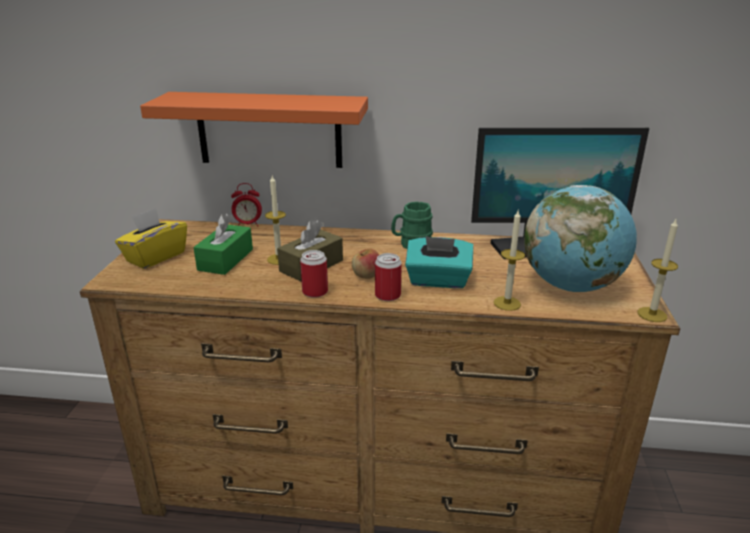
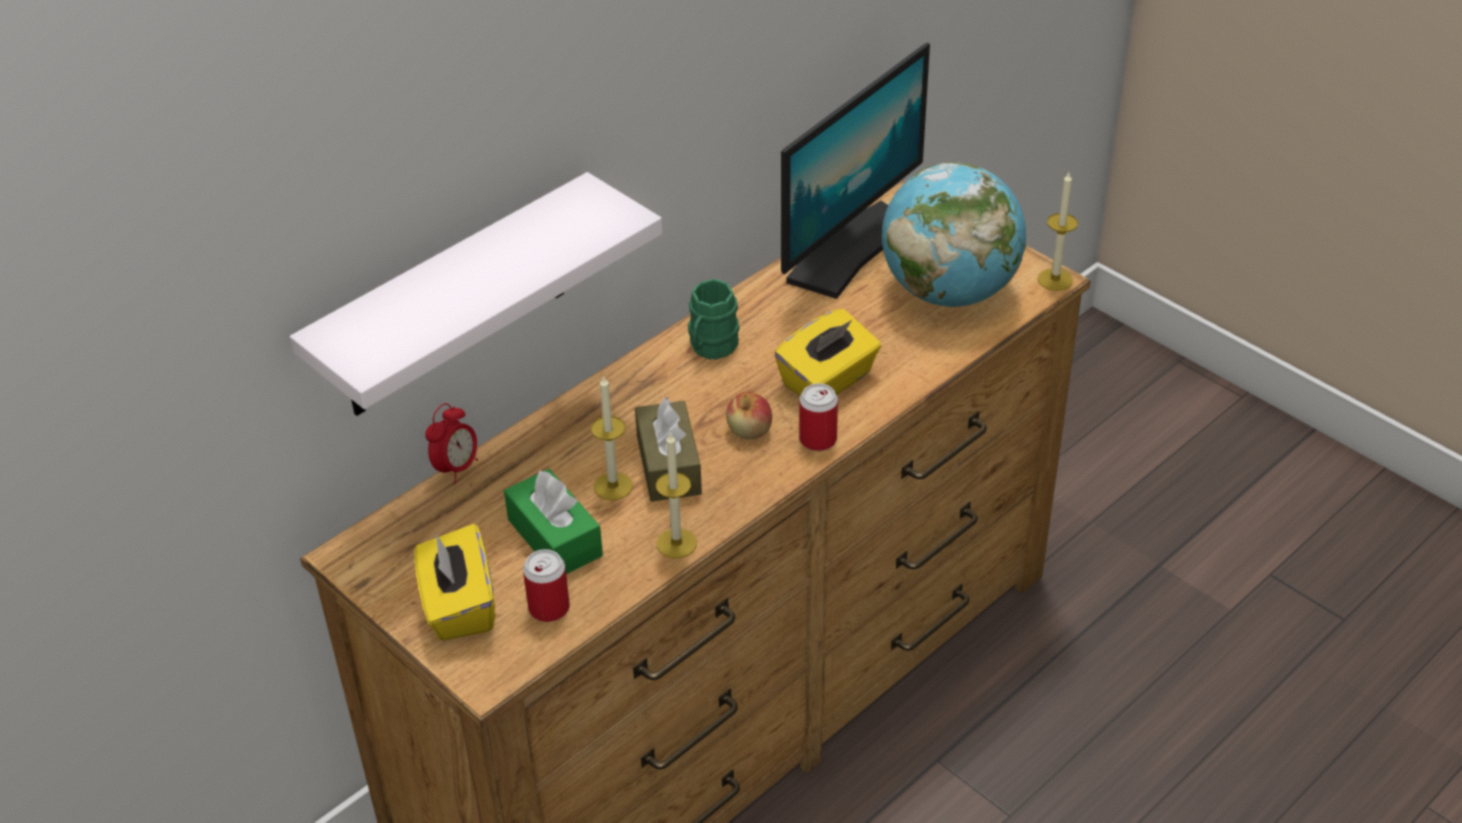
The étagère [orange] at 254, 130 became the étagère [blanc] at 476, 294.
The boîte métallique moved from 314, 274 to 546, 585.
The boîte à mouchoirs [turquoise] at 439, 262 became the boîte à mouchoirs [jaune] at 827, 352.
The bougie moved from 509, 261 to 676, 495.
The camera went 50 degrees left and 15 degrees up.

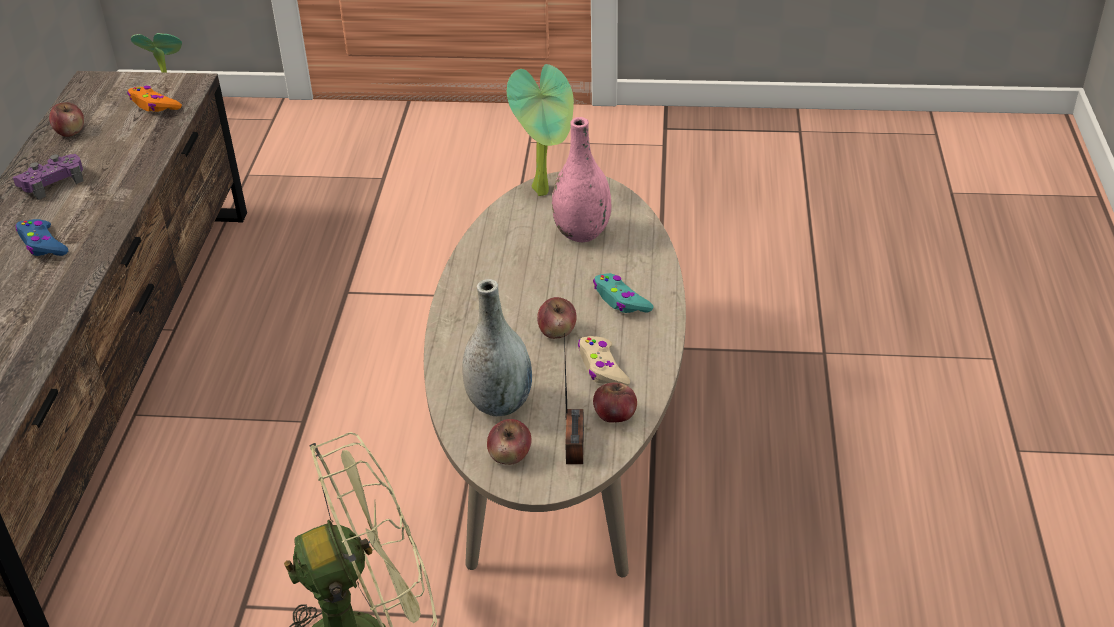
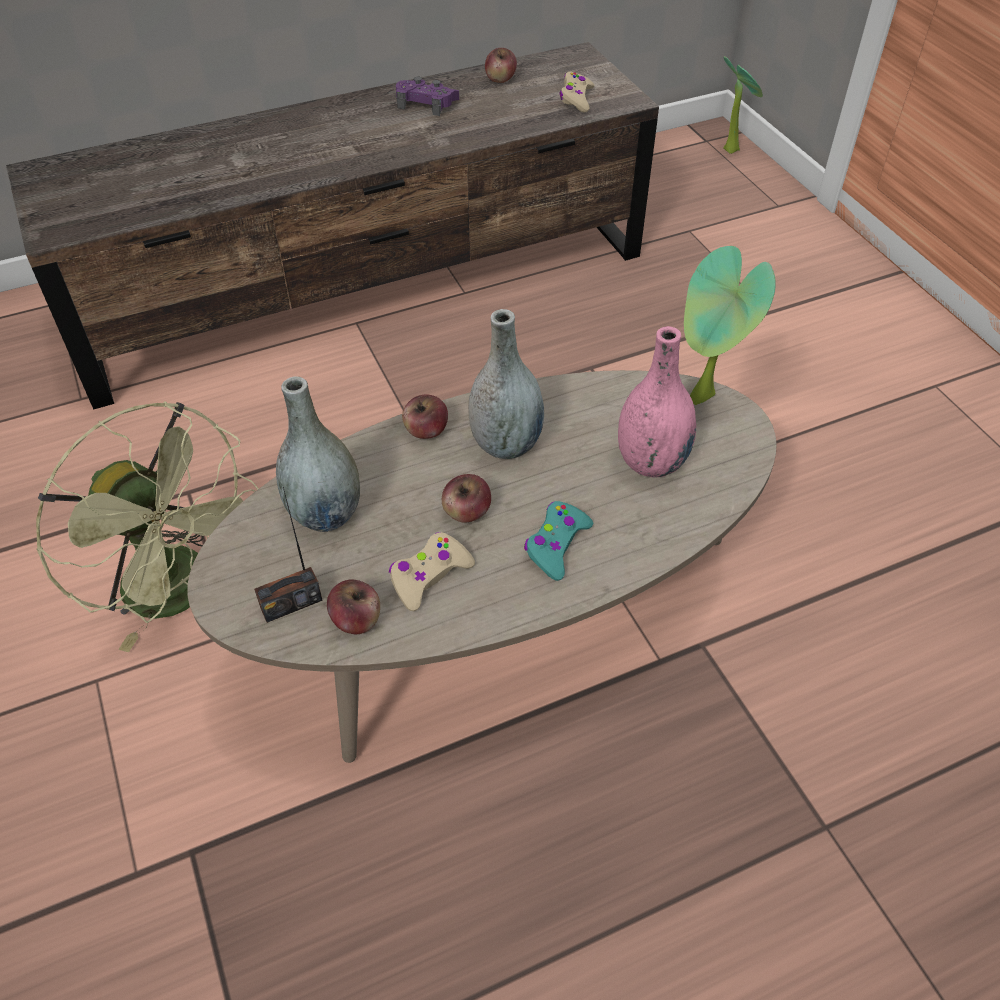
The manette [bleu] at 41, 237 disappeared.
The manette [orange] at 154, 99 became the manette [beige] at 577, 92.
The pomme moved from 509, 442 to 425, 416.
The vase [gris] at 506, 384 appeared.
The camera went 60 degrees right and 10 degrees up.

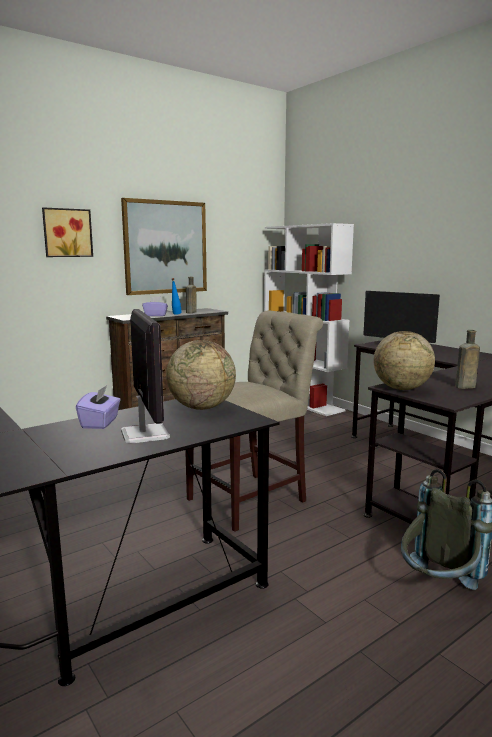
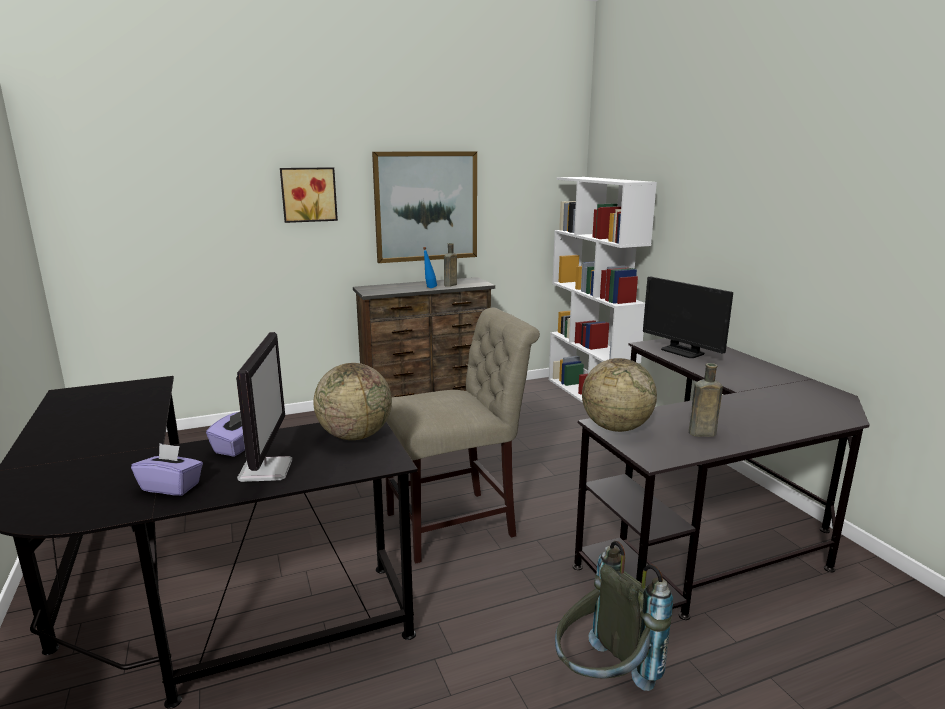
The boîte à mouchoirs [violet] moved from 155, 306 to 167, 469.
The camera went 15 degrees right and 5 degrees up.

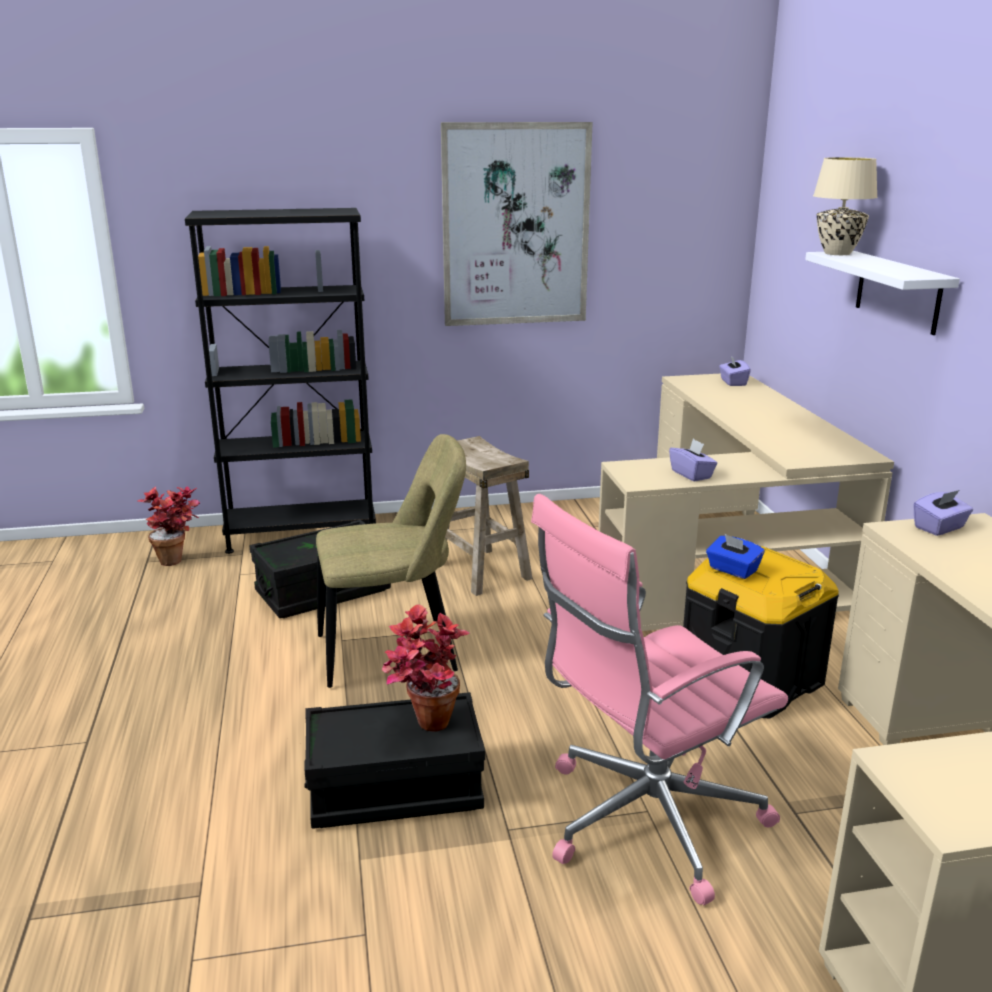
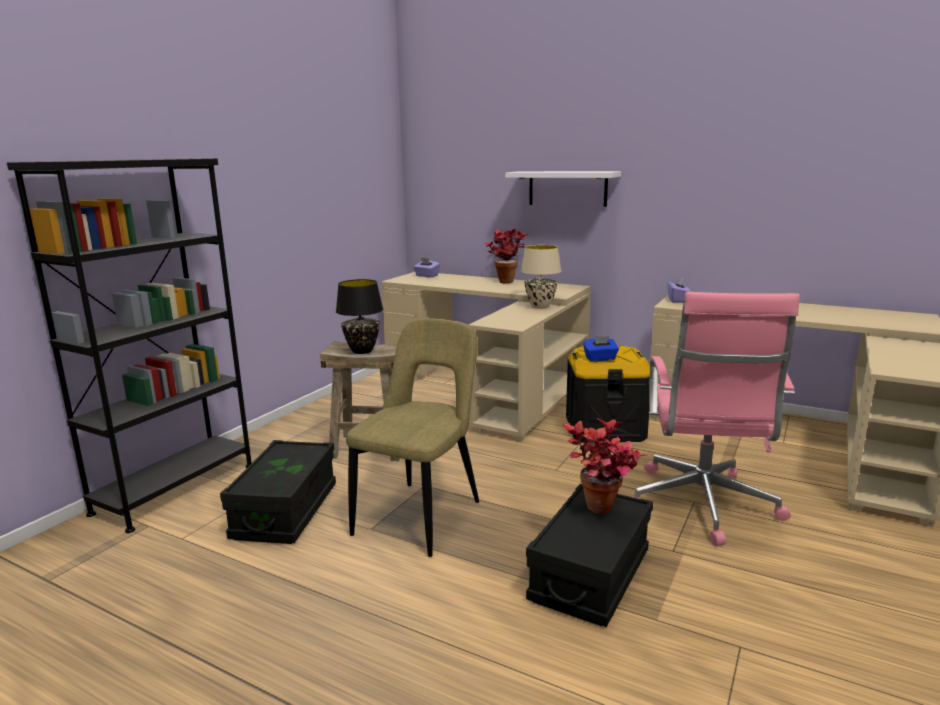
The plante en pot moved from 169, 526 to 506, 256.
The tableau at 517, 224 disappeared.
The boîte à mouchoirs [violet] at 693, 460 disappeared.
The lampe de table [beige] moved from 845, 206 to 541, 277.
The lampe de table [noir] at 359, 316 appeared.
The camera went 50 degrees left and 5 degrees down.

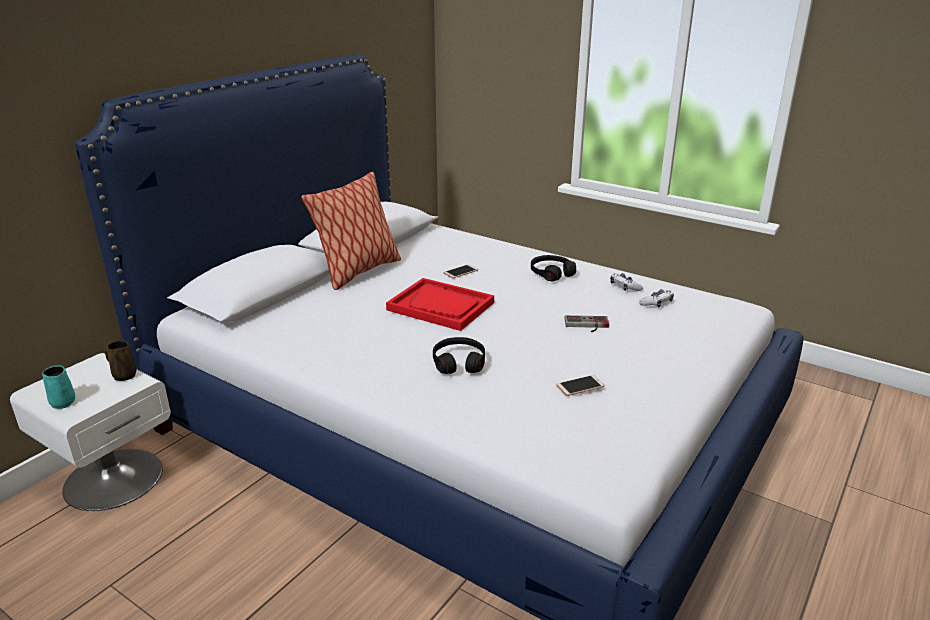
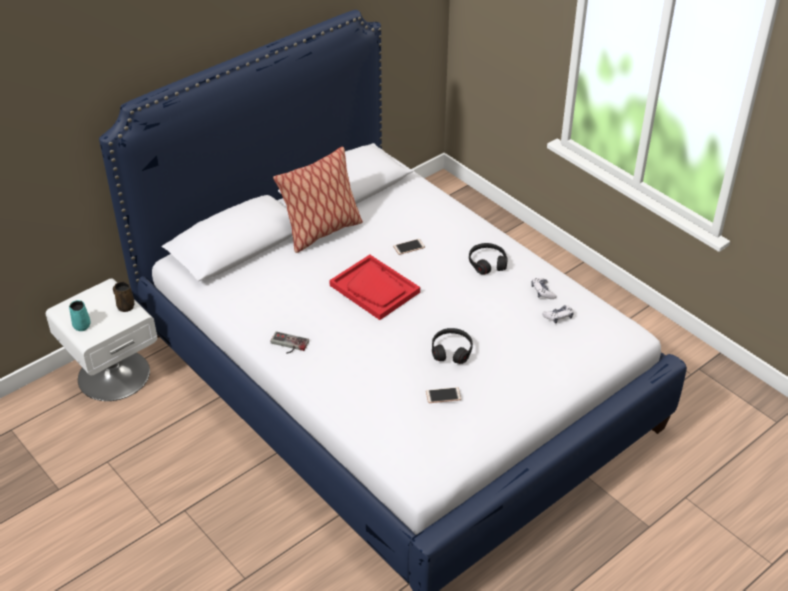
The casque audio [noir] moved from 459, 355 to 452, 346.
The manette moved from 587, 323 to 289, 342.
The camera went 15 degrees right and 15 degrees up.

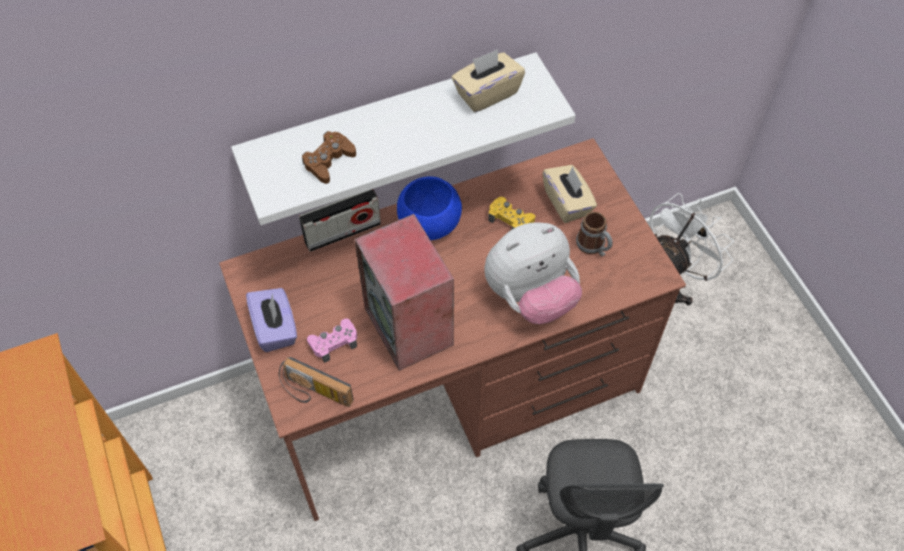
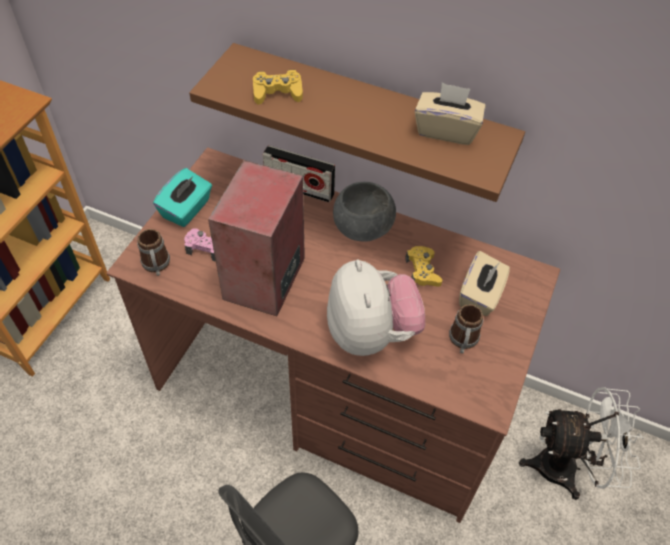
The étagère [blanc] at 403, 138 became the étagère [marron] at 357, 122.
The boîte à mouchoirs [violet] at 271, 320 became the boîte à mouchoirs [turquoise] at 182, 197.
The radio at 316, 382 was replaced by the mug at 153, 252.
The manette [marron] at 329, 157 became the manette [jaune] at 278, 87.
The bol [bleu] at 429, 208 became the bol [gris] at 364, 212.
The peluche at 533, 273 turned 120 degrees counterclockwise.
The camera went 45 degrees right and 5 degrees down.

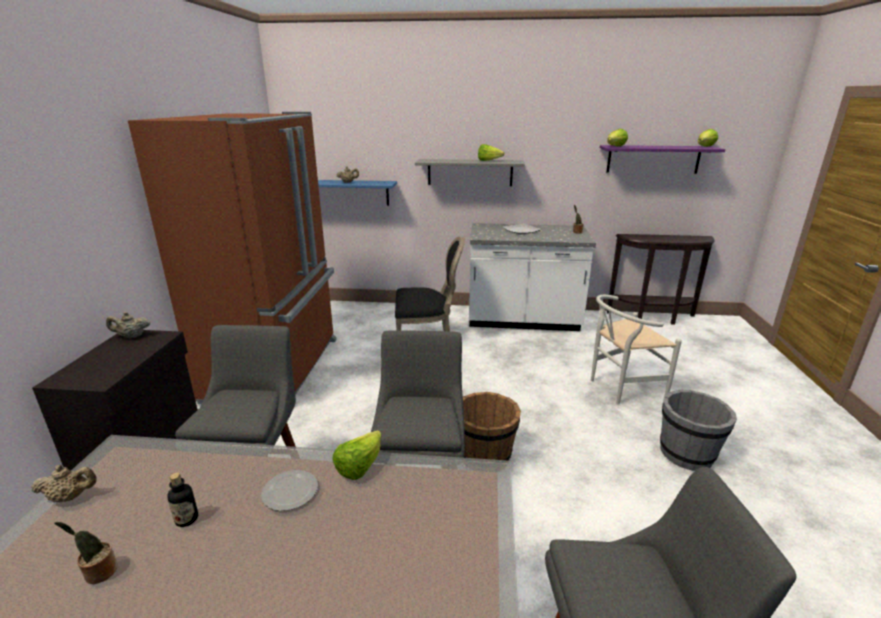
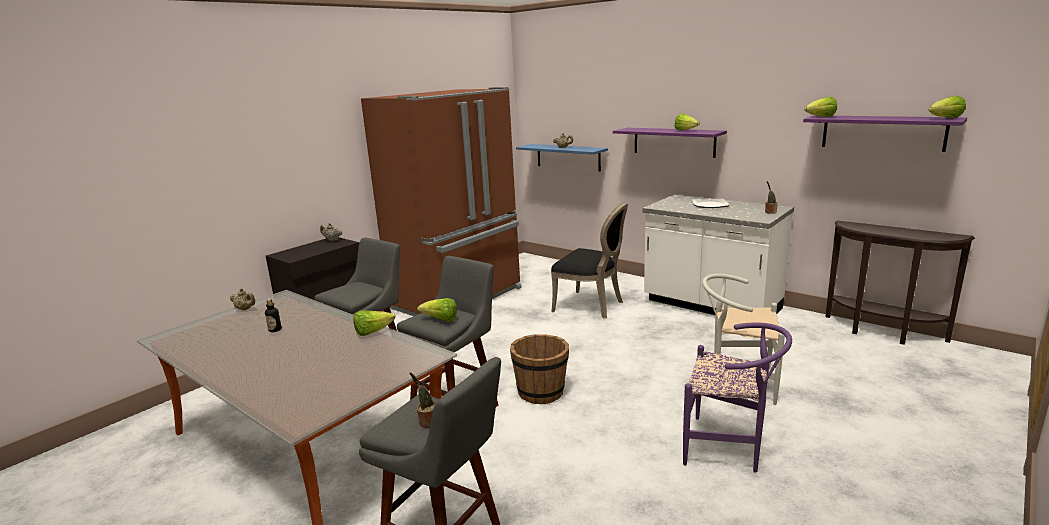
The plante en pot moved from 86, 553 to 422, 400.
The assiette at 289, 490 disappeared.
The étagère [gris] at 470, 172 became the étagère [violet] at 670, 143.
The seau [gris] at 698, 430 was replaced by the chaise [violet] at 737, 397.
The laitue at 437, 310 appeared.
The camera went 35 degrees right and 5 degrees down.

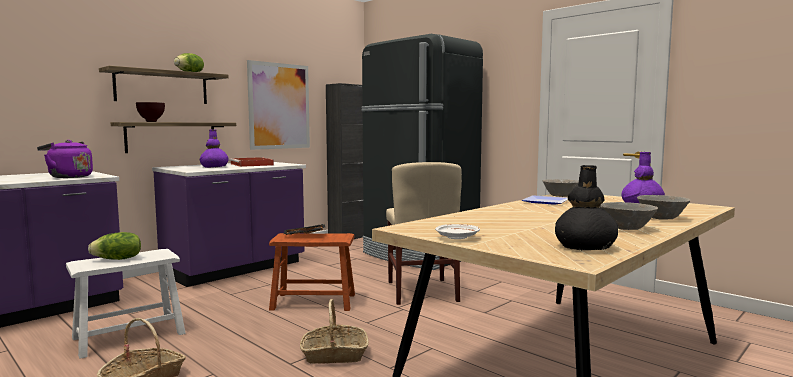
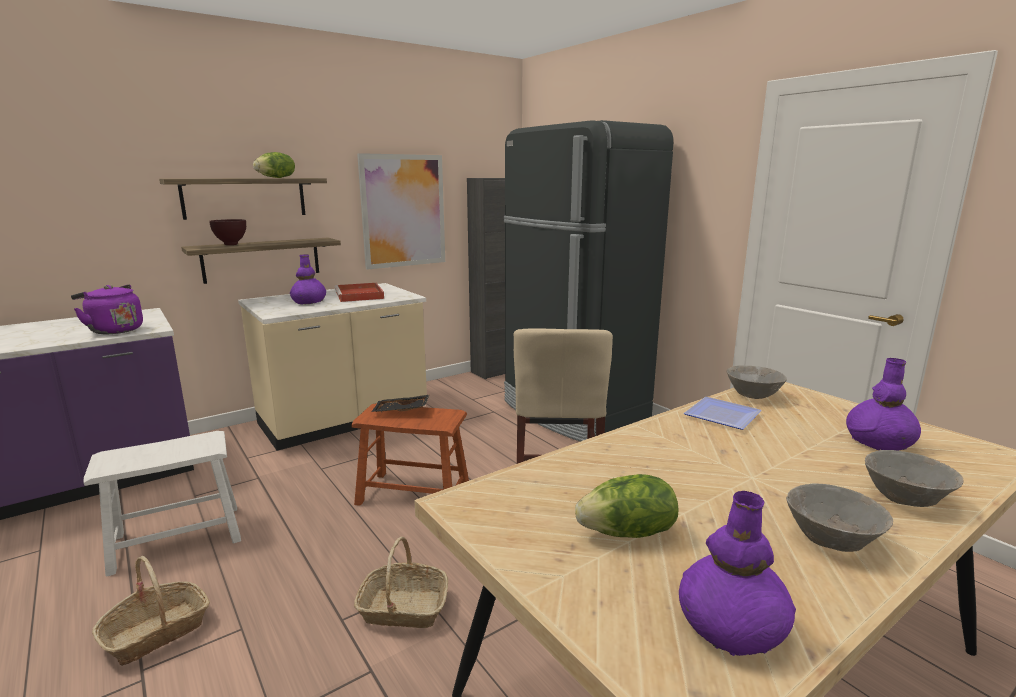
The laitue moved from 114, 246 to 627, 506.
The comptoir de cuisine [violet] at 229, 224 became the comptoir de cuisine [beige] at 332, 367.
The assiette [blanc] at 457, 231 disappeared.
The vase [noir] at 586, 208 became the vase [violet] at 737, 573.
The camera went 10 degrees right and 10 degrees up.

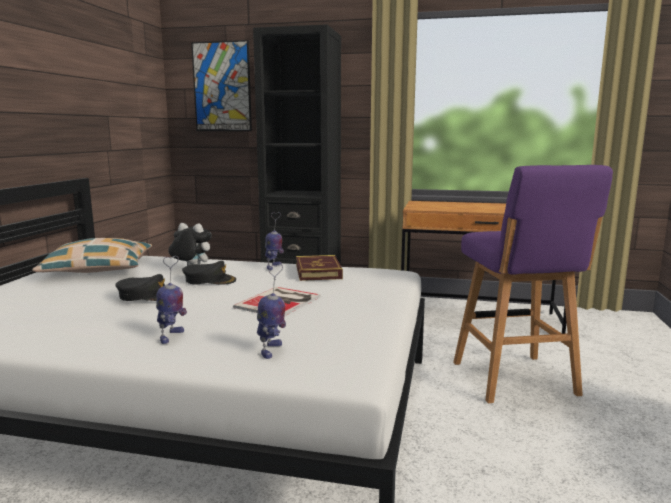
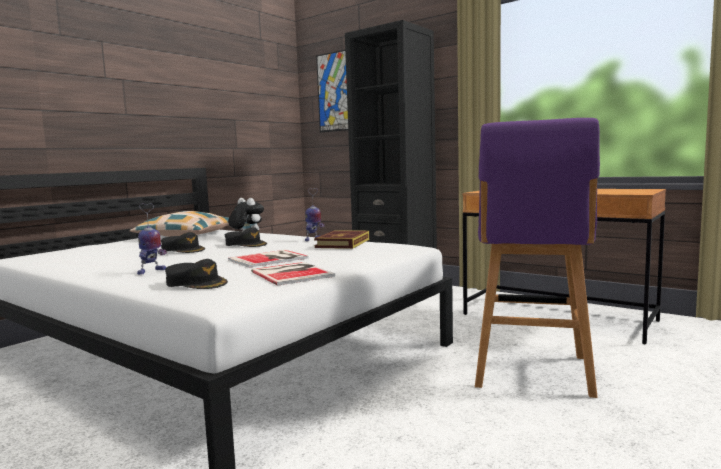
The robot jouet at 271, 311 was replaced by the casquette [noir] at 196, 274.
The livre at 293, 273 appeared.
The camera went 25 degrees right and 5 degrees down.

